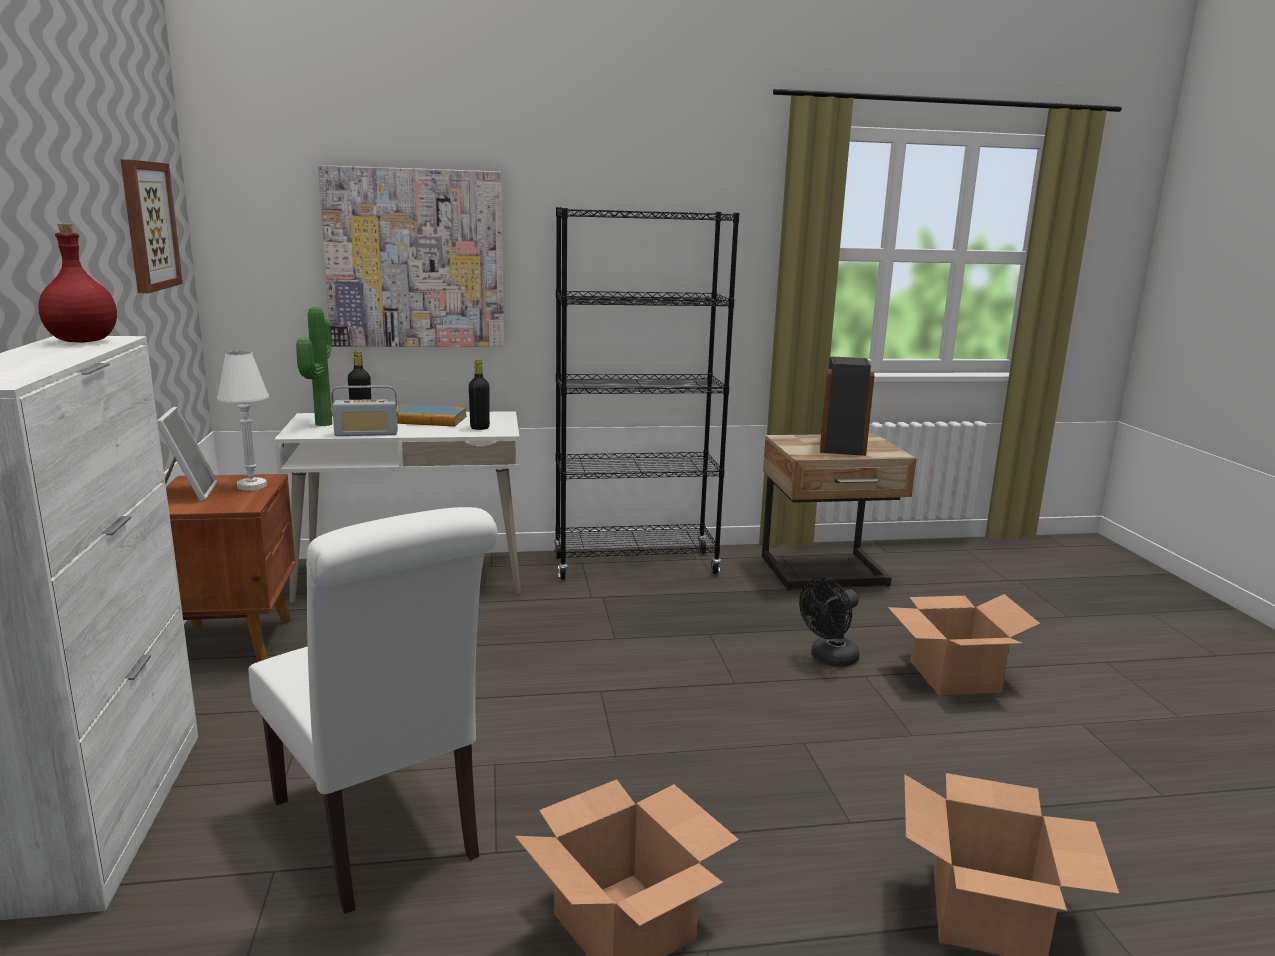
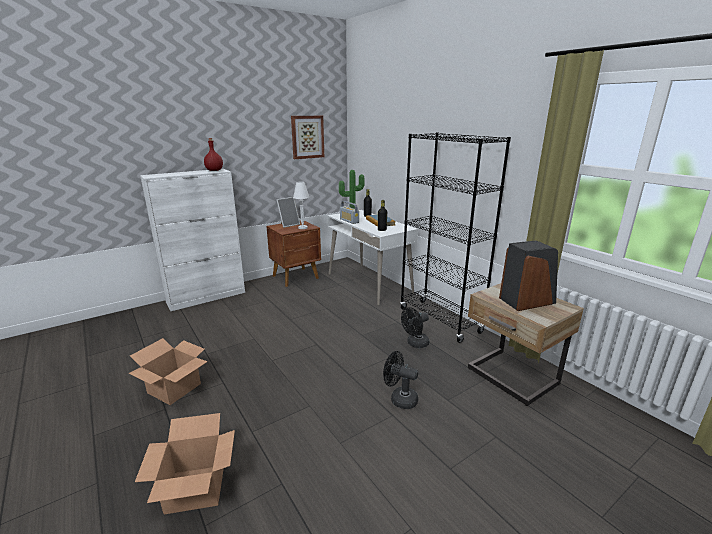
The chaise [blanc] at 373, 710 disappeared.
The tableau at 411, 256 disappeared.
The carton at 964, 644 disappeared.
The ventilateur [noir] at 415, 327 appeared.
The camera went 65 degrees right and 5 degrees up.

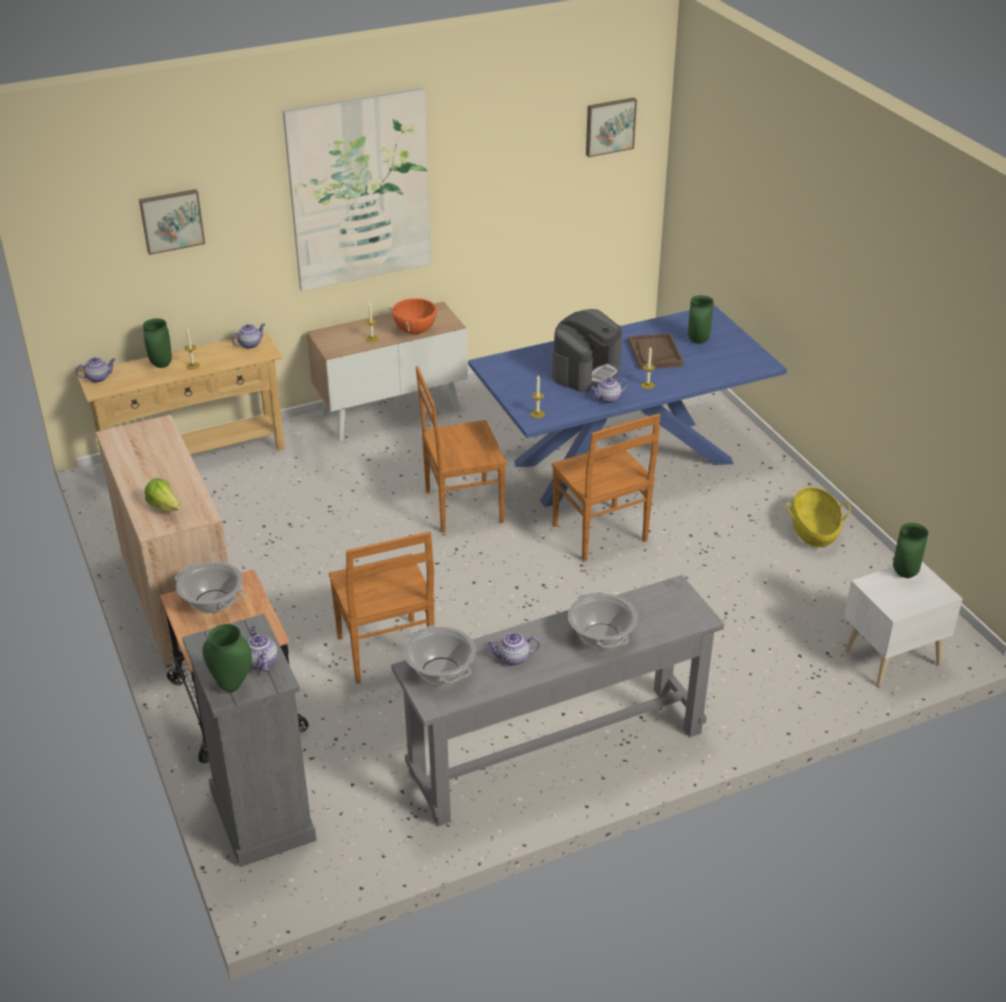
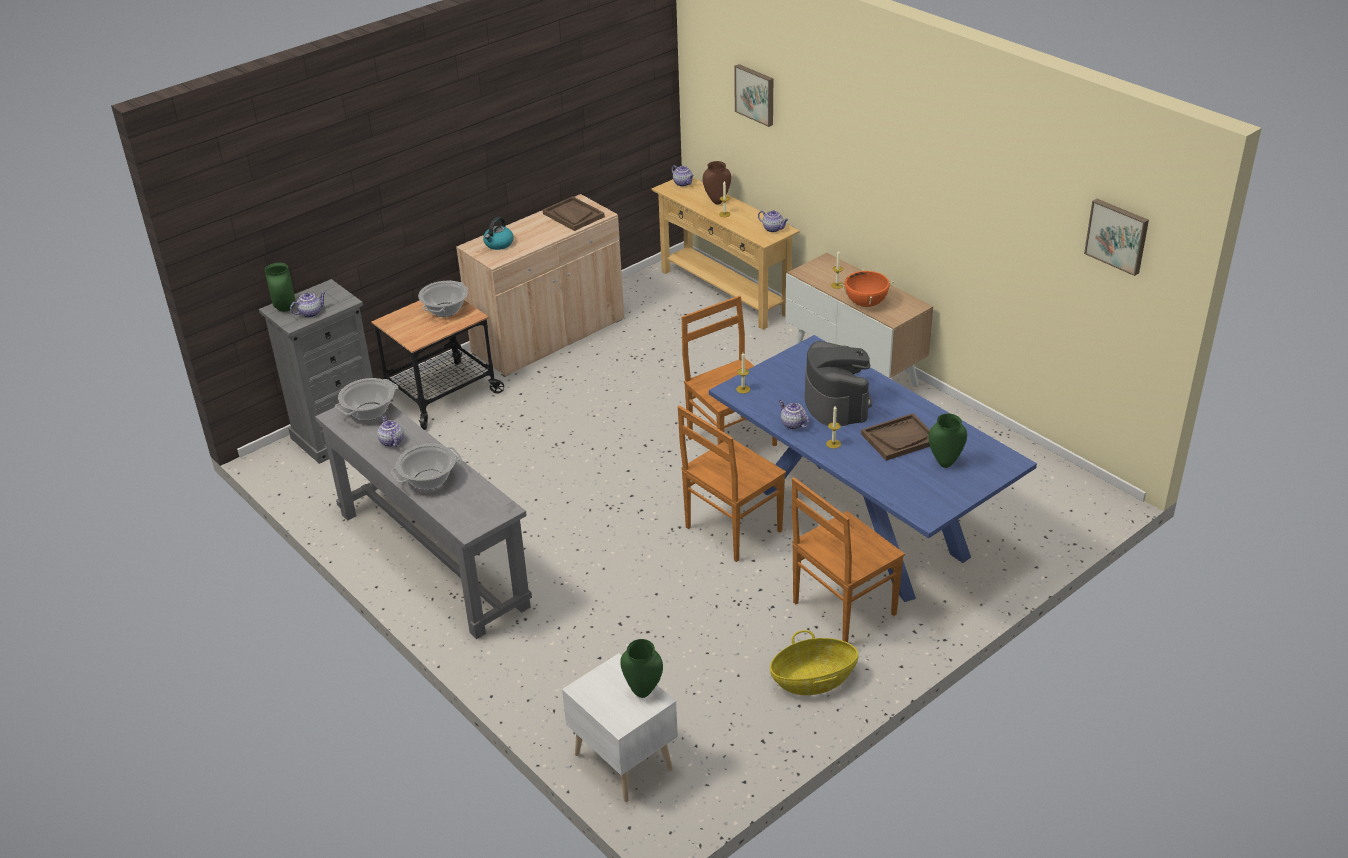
The vase [vert] at 157, 343 became the vase [marron] at 717, 183.
The laitue at 163, 494 was replaced by the bouilloire at 498, 233.
The tableau at 357, 189 disappeared.
The chaise [marron] moved from 382, 607 to 848, 560.
The machine à café at 587, 350 turned 120 degrees counterclockwise.
The plateau [marron] at 574, 213 appeared.
The camera went 75 degrees right and 0 degrees up.

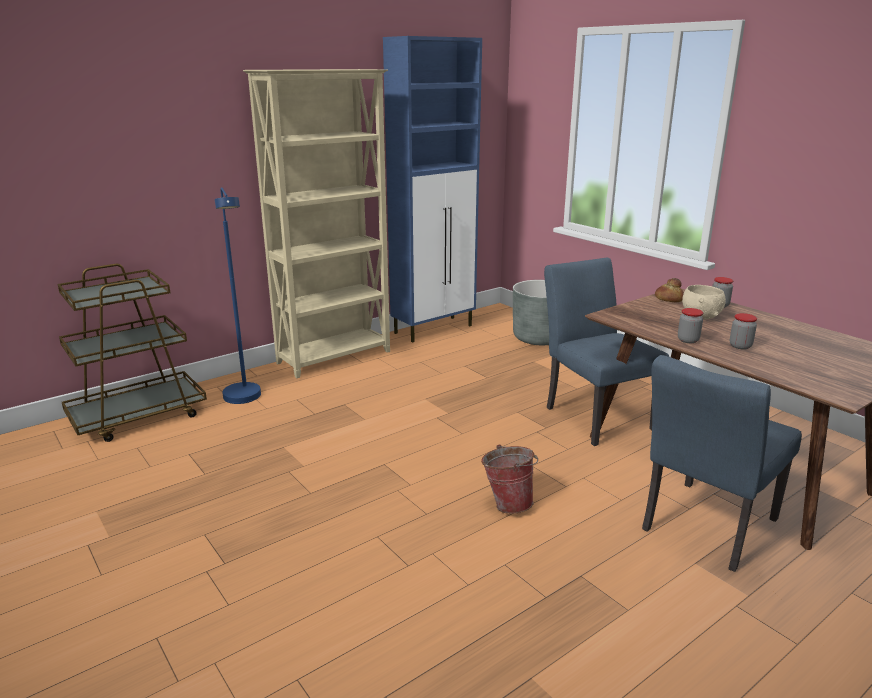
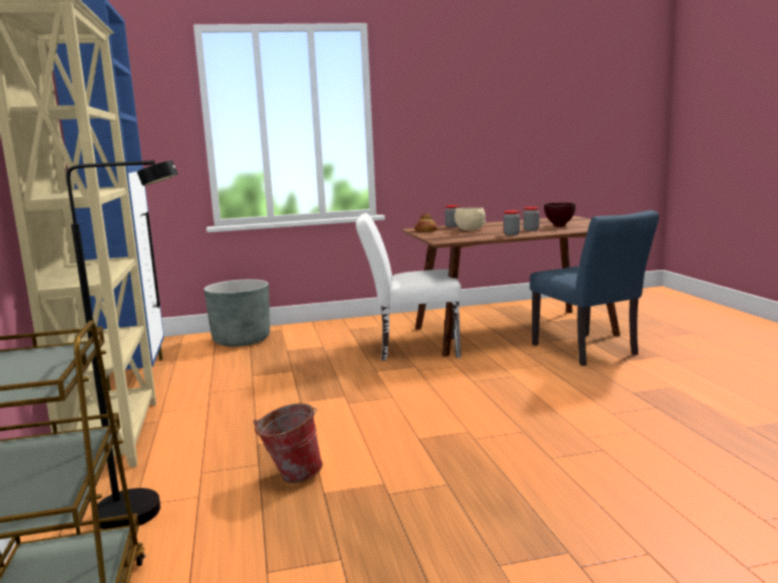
The lampadaire [bleu] at 238, 295 became the lampadaire [noir] at 122, 344.
The seau moved from 509, 479 to 288, 443.
The chaise [bleu] at 606, 352 became the chaise [blanc] at 408, 287.
The bol [marron] at 560, 214 appeared.
The camera went 65 degrees left and 10 degrees down.

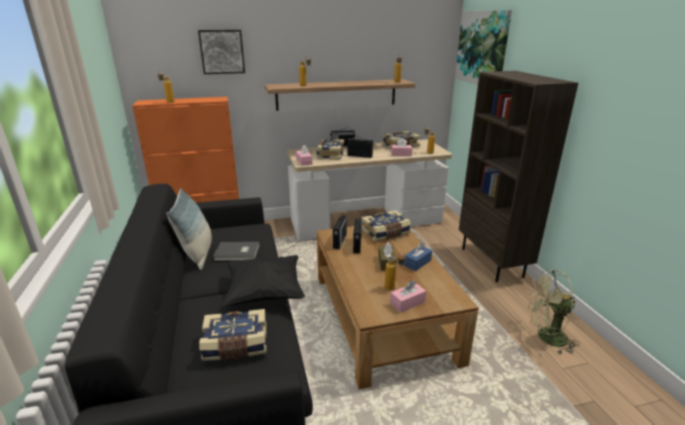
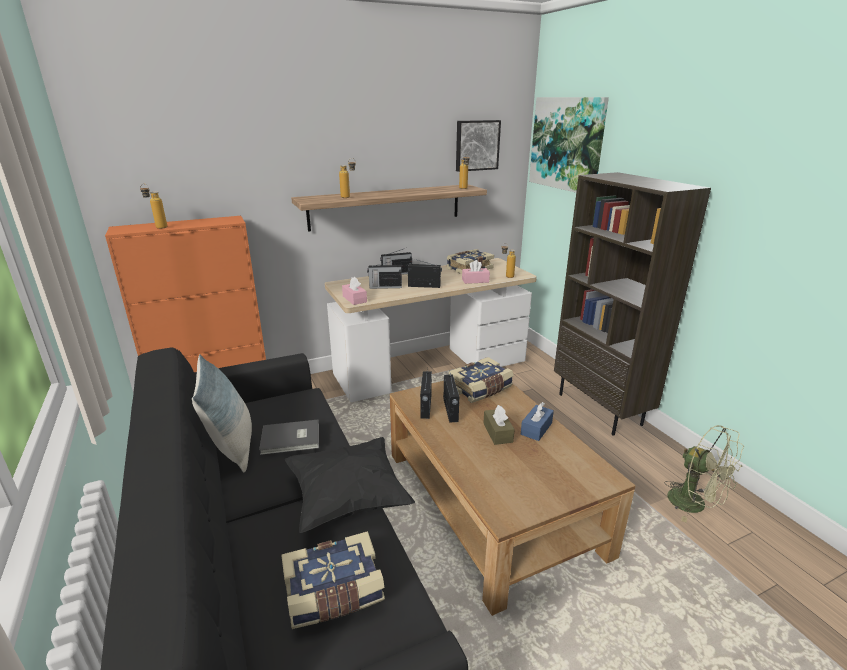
The tableau moved from 221, 52 to 478, 146.
The livre at 330, 149 was replaced by the radio at 384, 274.
The bouteille at 395, 271 disappeared.
The boîte à mouchoirs [rose] at 408, 296 disappeared.
The ventilateur [vert] at 552, 311 turned 120 degrees counterclockwise.
The camera went 10 degrees left and 0 degrees up.

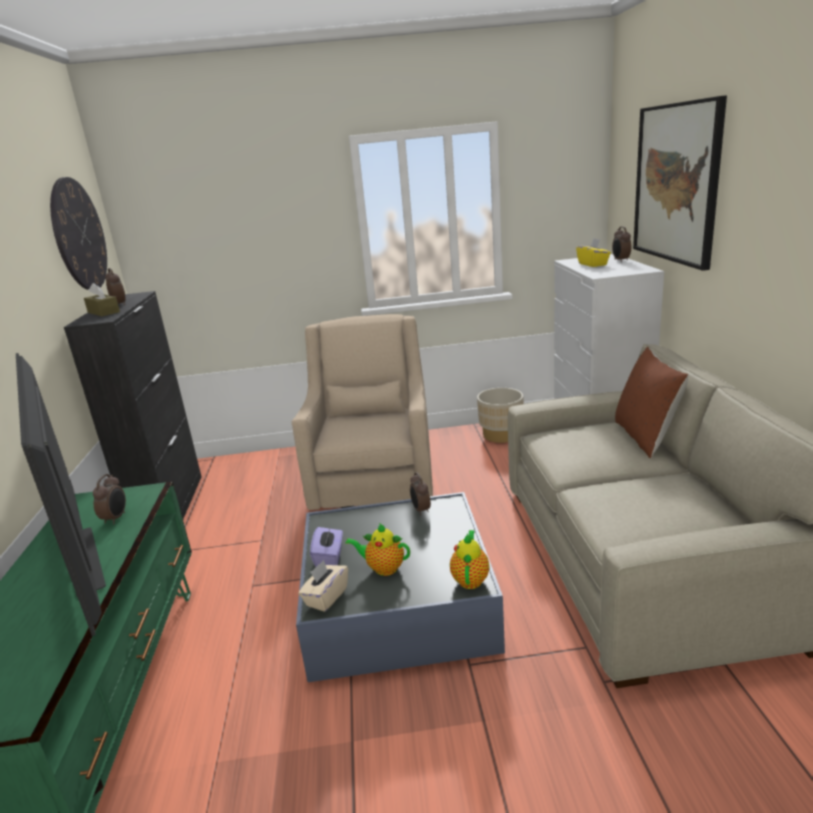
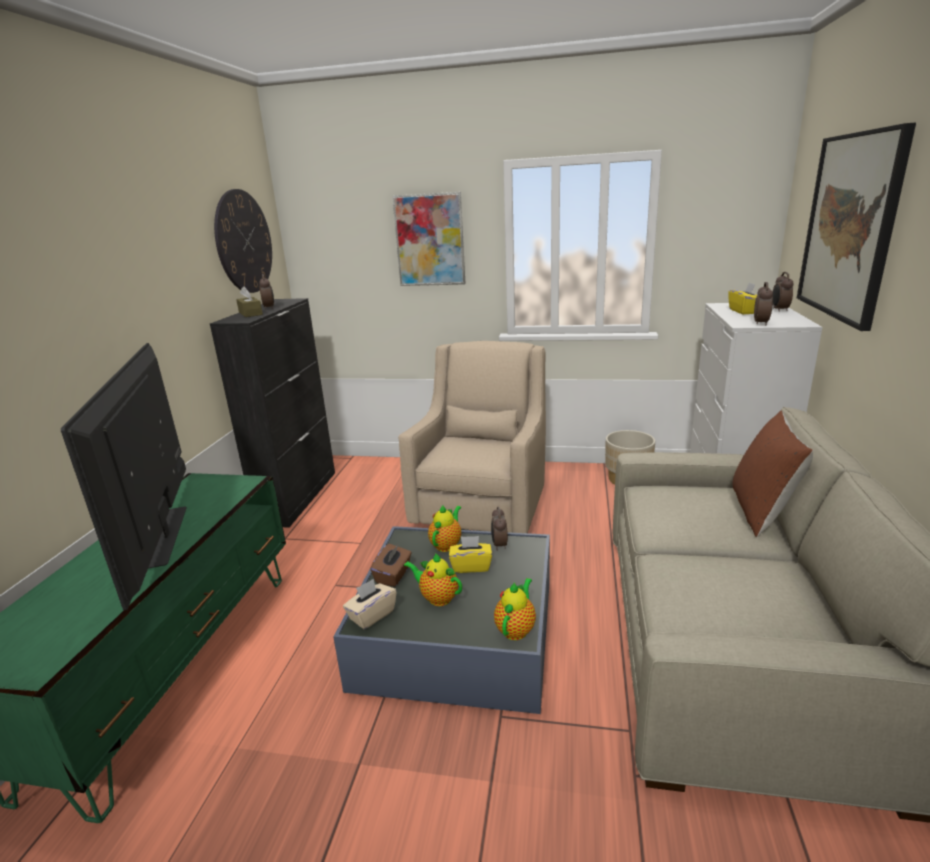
The réveil moved from 109, 499 to 763, 303.
The boîte à mouchoirs [violet] at 326, 546 became the boîte à mouchoirs [marron] at 391, 565.
The tableau at 429, 239 appeared.
The théière at 444, 528 appeared.
The boîte à mouchoirs [jaune] at 470, 554 appeared.
The camera went 15 degrees right and 0 degrees up.

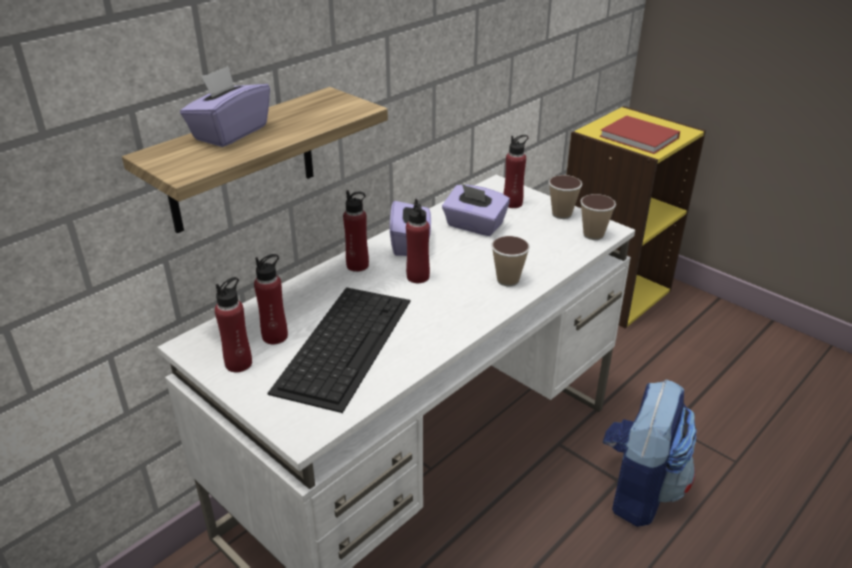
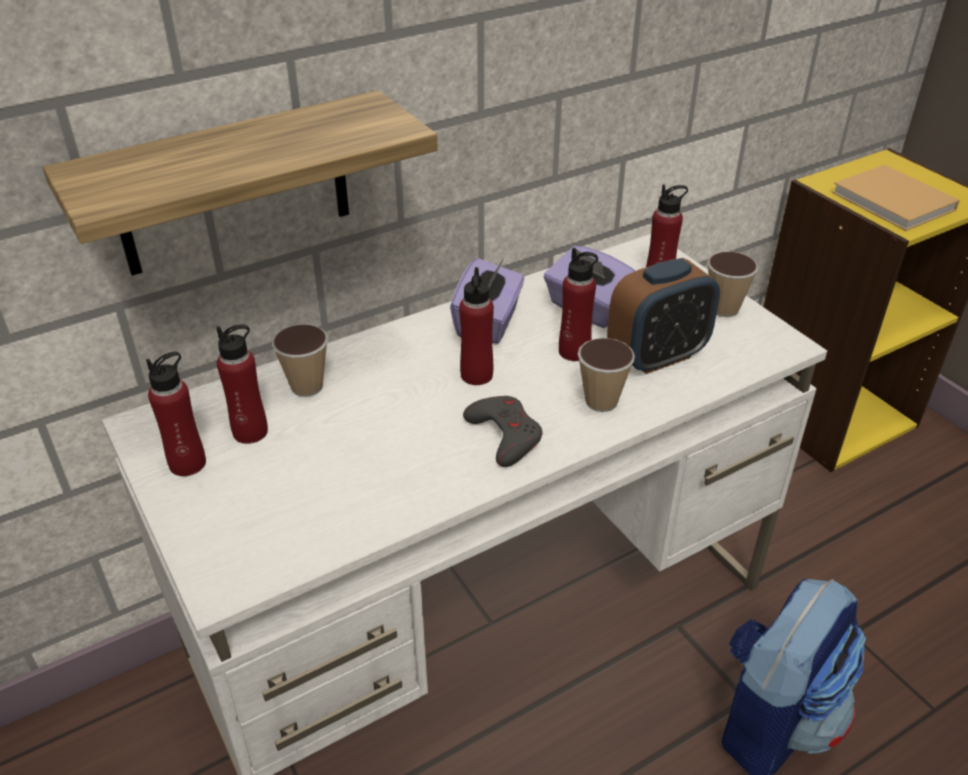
The boîte à mouchoirs [violet] at 225, 106 disappeared.
The clavier at 338, 350 disappeared.
The bouteille [rouge] moved from 356, 231 to 578, 304.
The tasse moved from 598, 217 to 300, 360.
The livre [rouge] at 640, 134 became the livre [beige] at 896, 198.
The manette [gris] at 503, 431 appeared.
The réveil at 663, 316 appeared.
The camera went 15 degrees right and 5 degrees up.

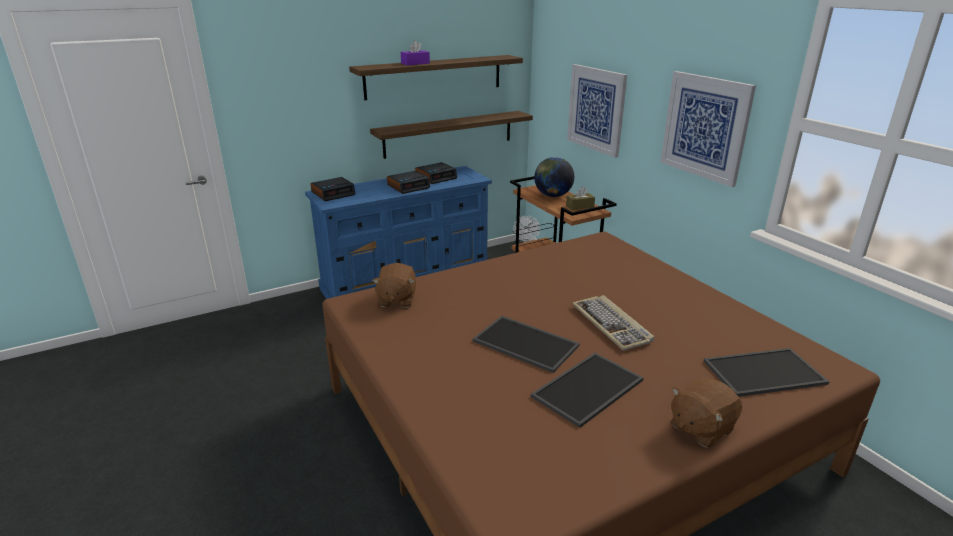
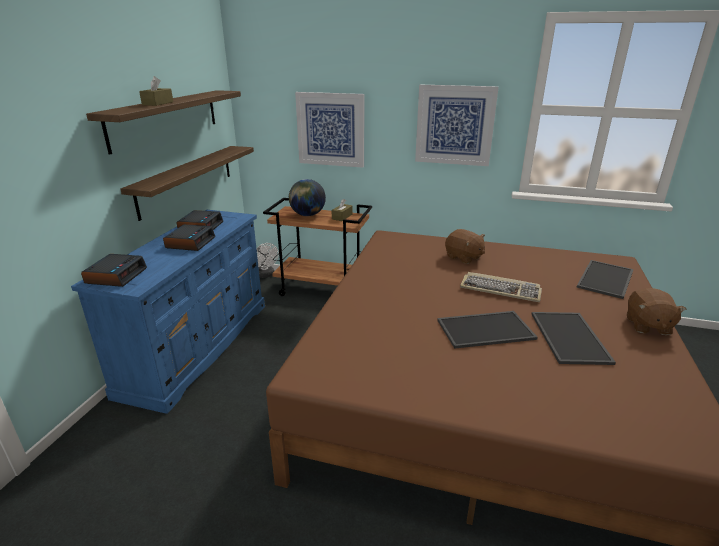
The peluche [marron] moved from 394, 285 to 465, 246.
The boîte à mouchoirs [violet] at 415, 52 became the boîte à mouchoirs [marron] at 156, 91.
The camera went 45 degrees left and 0 degrees up.

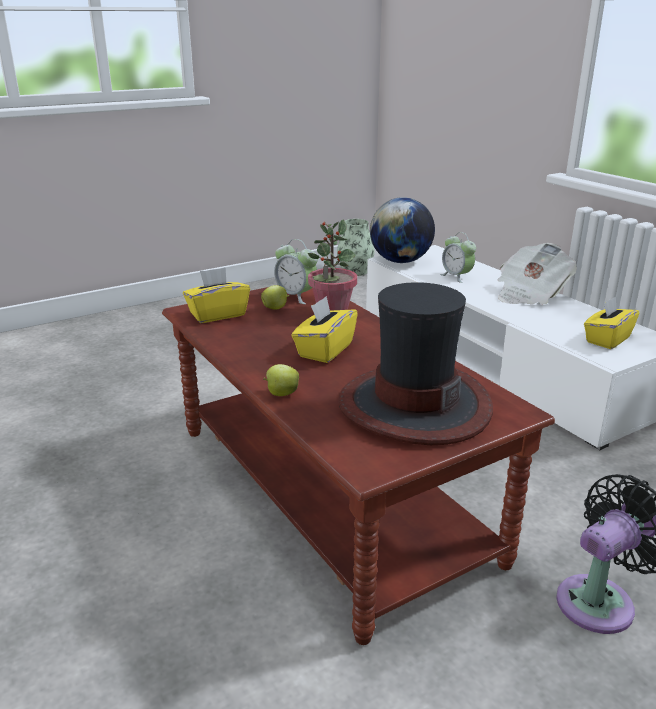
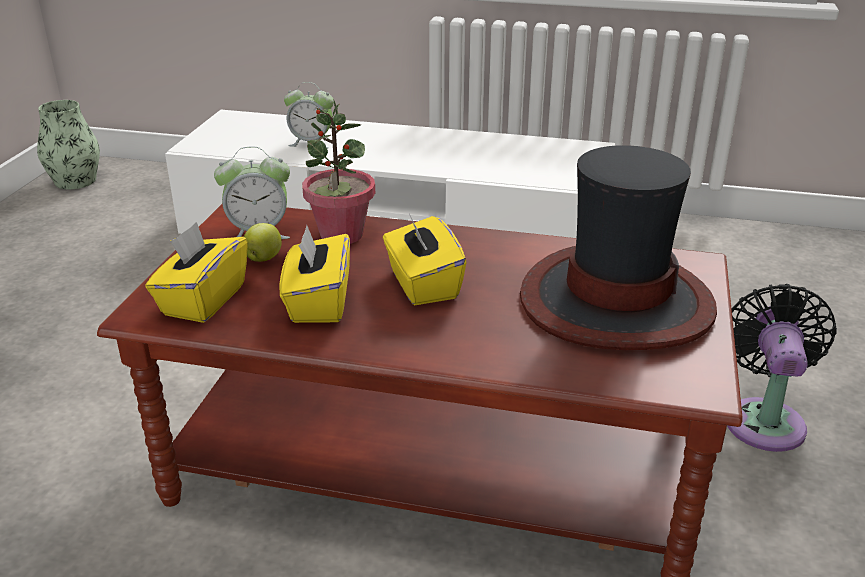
The pomme at 281, 380 disappeared.
The globe at 402, 230 disappeared.
The journal at 537, 274 disappeared.
The boîte à mouchoirs [jaune] moved from 611, 323 to 314, 274.
The camera went 45 degrees left and 5 degrees up.

